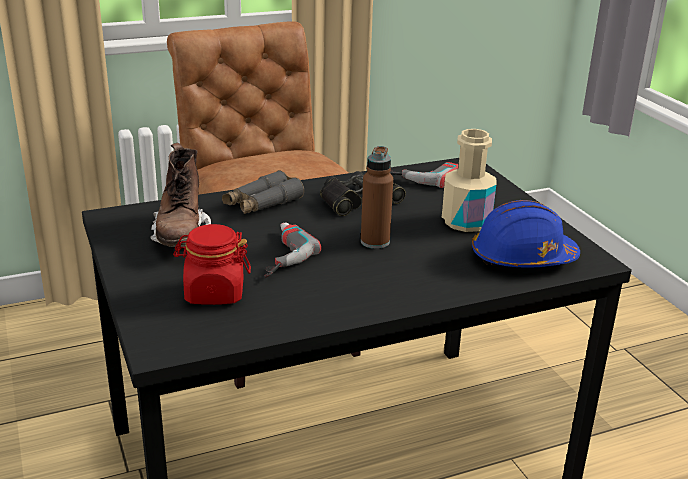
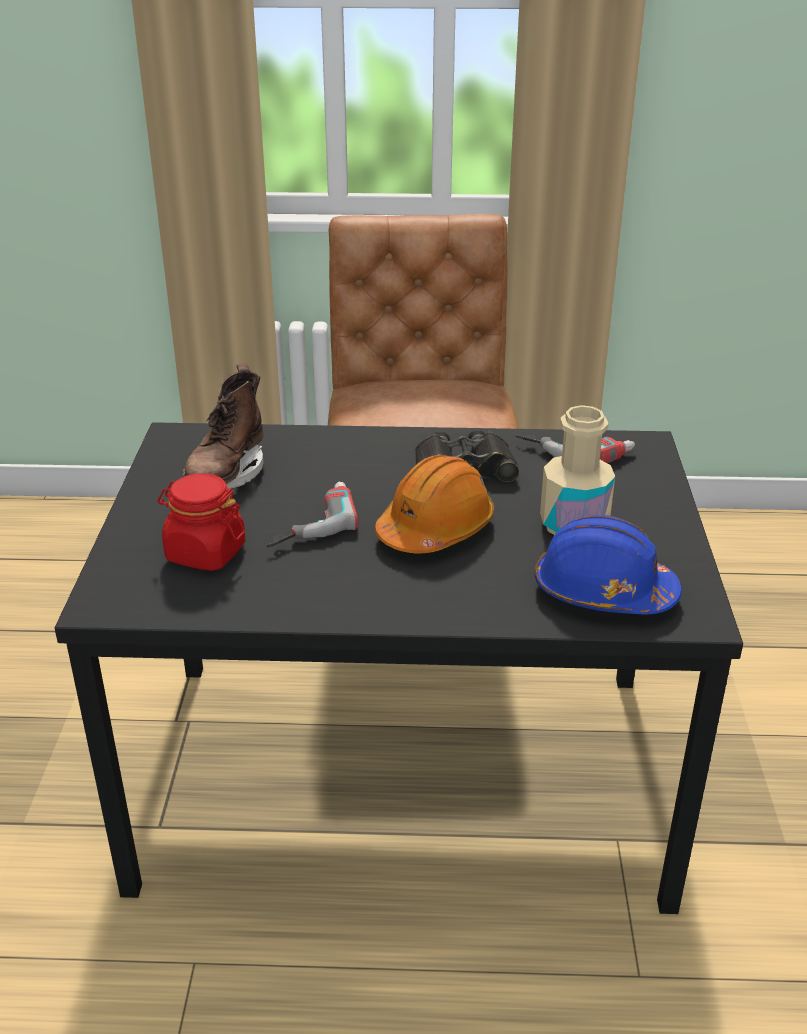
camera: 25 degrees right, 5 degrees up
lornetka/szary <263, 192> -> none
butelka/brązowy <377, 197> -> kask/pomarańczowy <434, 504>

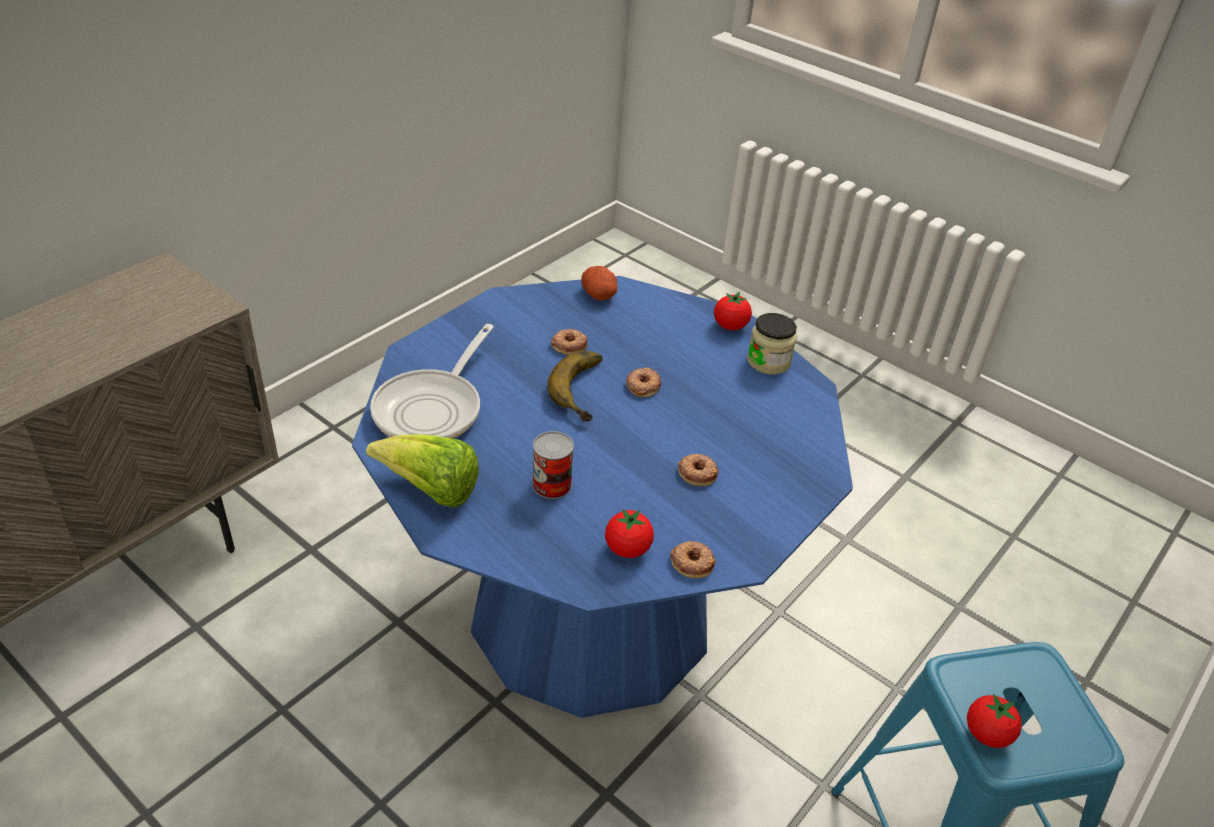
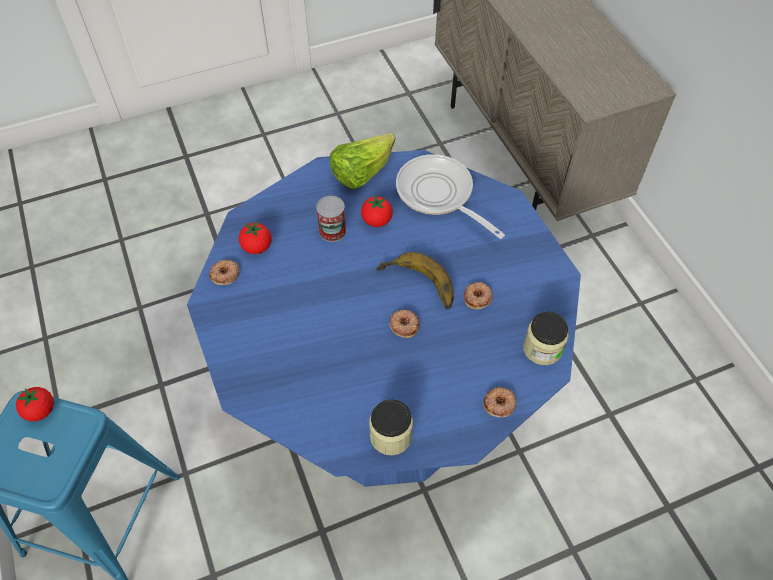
camera: 120 degrees right, 15 degrees up
donut <698, 470> -> donut <500, 402>, moved
pomidor <733, 310> -> pomidor <377, 211>, moved
ziemniak <599, 283> -> słoik <546, 338>

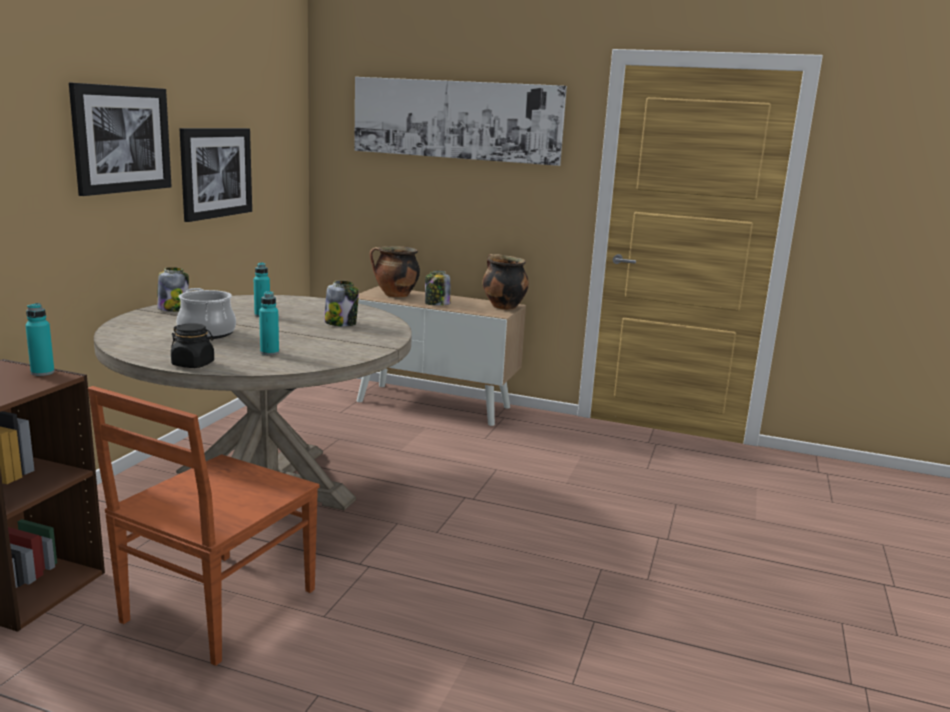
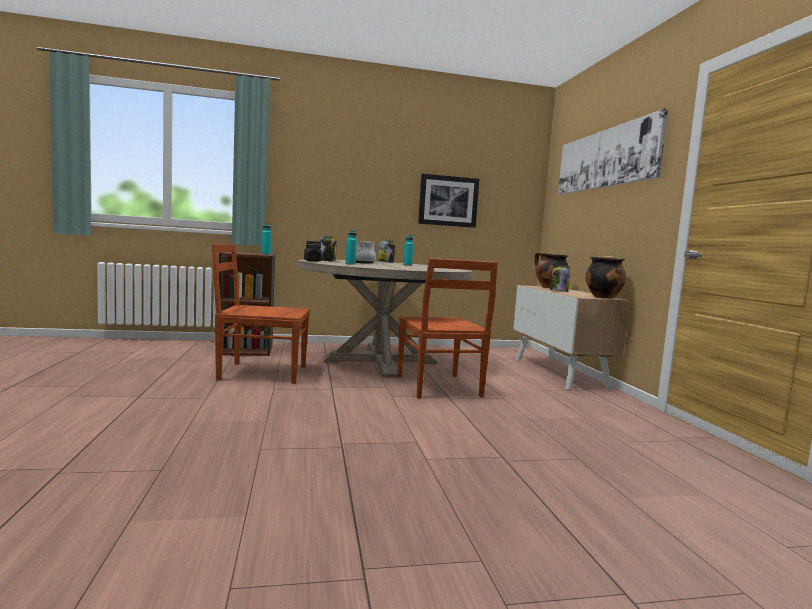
camera: 60 degrees right, 10 degrees down
obraz <120, 139> -> none
none -> krzesło/brązowy <448, 328>
słoik <341, 303> -> słoik <328, 248>, moved

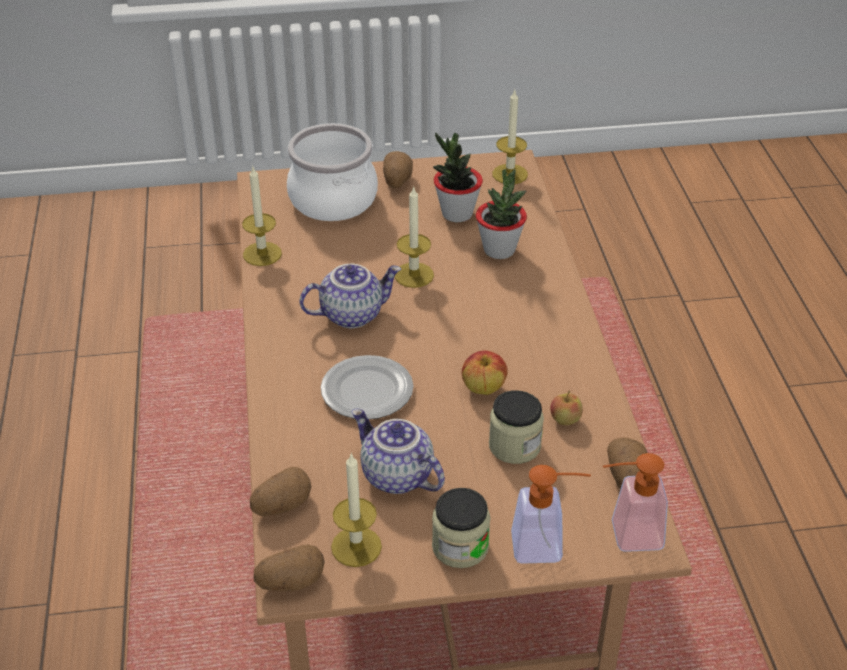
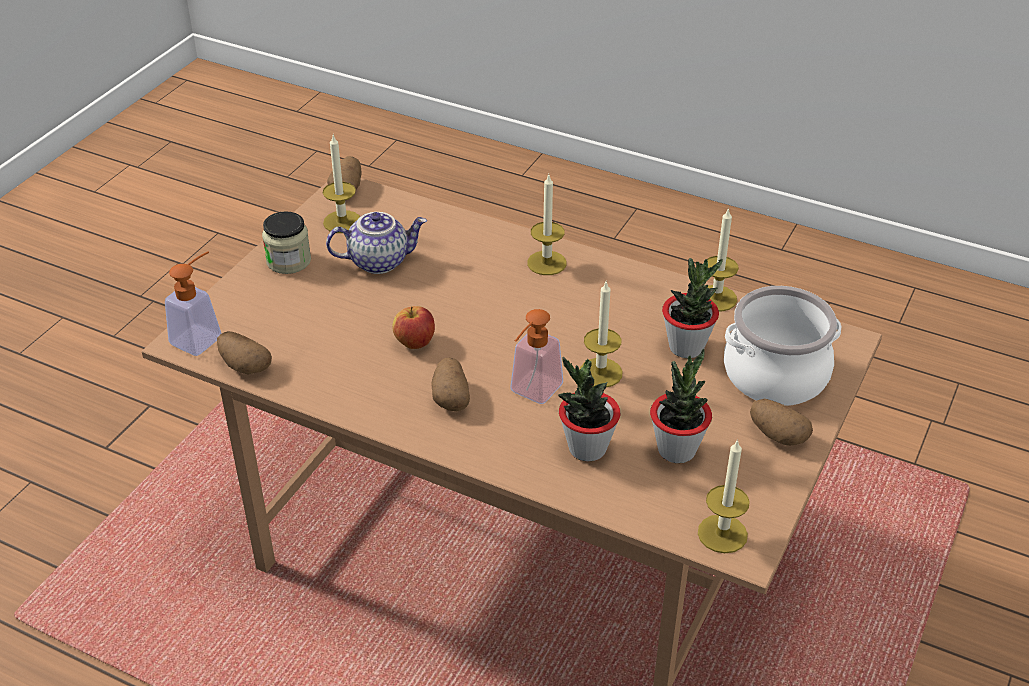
camera: 125 degrees right, 0 degrees up
imbryk <350, 296> -> none
talerz <367, 387> -> none
słoik <516, 427> -> none
jabłko <566, 408> -> none
none -> świeca <547, 224>
none -> roślina doniczkowa <692, 308>
ziemniak <280, 491> -> ziemniak <451, 384>, moved
dozownik mydła <551, 514> -> dozownik mydła <536, 356>, moved

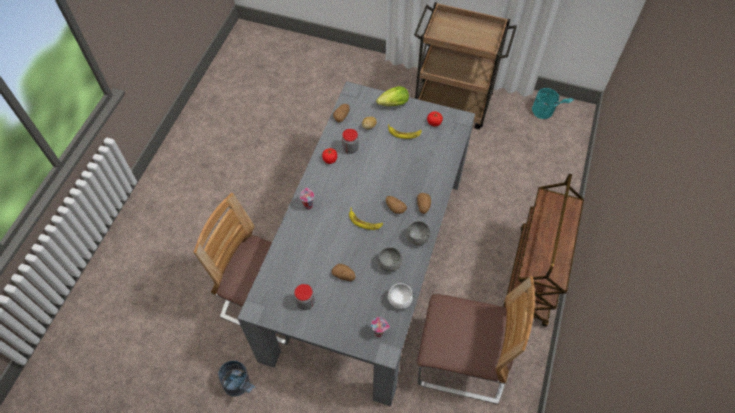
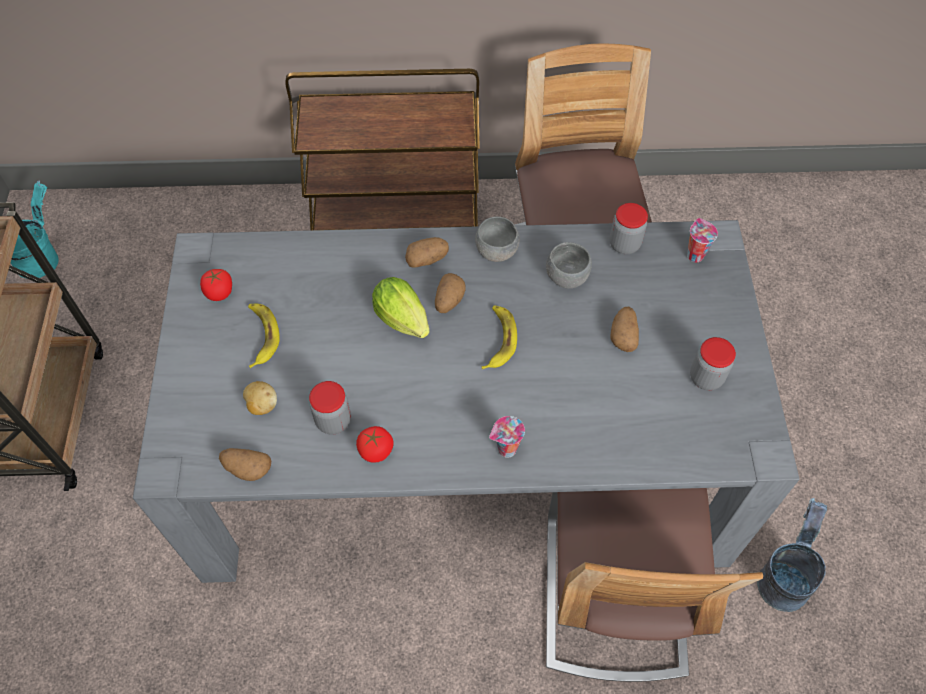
camera: 110 degrees left, 0 degrees up
sałata <392, 96> -> sałata <401, 307>, moved
miska/biały <400, 296> -> słoik <629, 228>

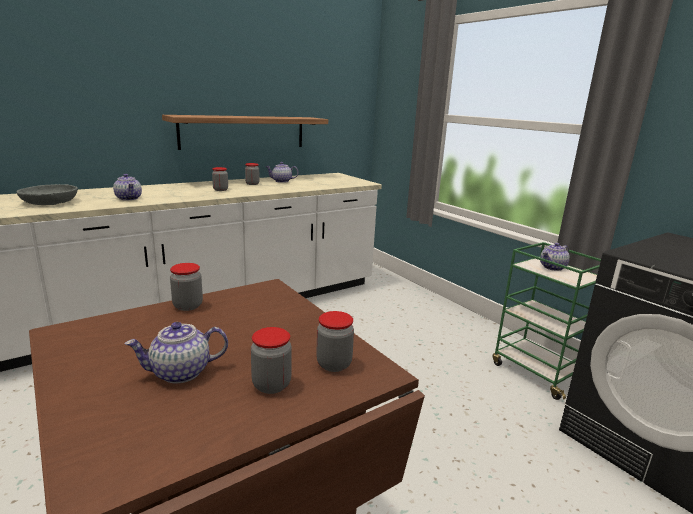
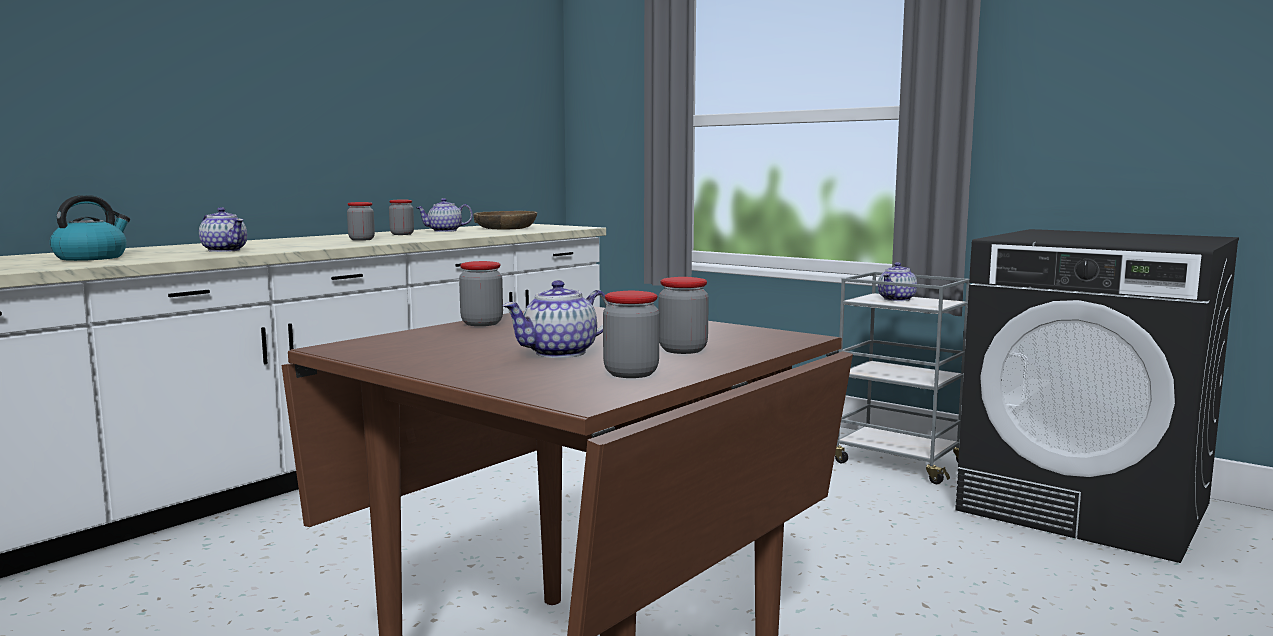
camera: 15 degrees left, 10 degrees down
półka <245, 132> -> none
none -> miska/brązowy <505, 220>
słoik <335, 341> -> słoik <631, 334>, moved
miska/szary <47, 194> -> czajnik <90, 228>
wózek/zielony <546, 321> -> wózek/szary <902, 378>

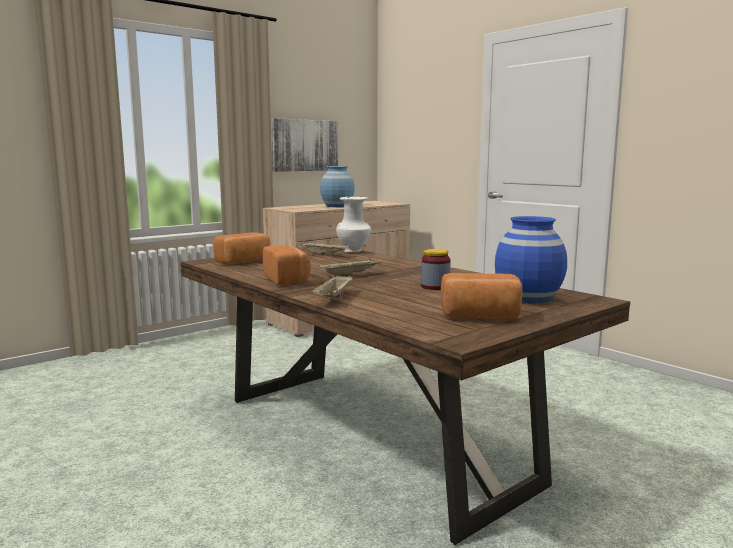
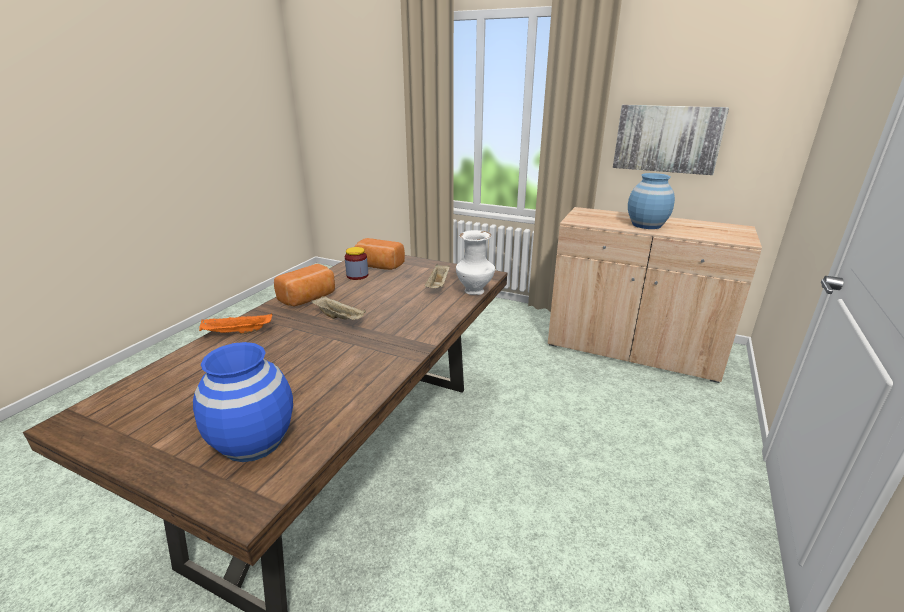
camera: 65 degrees right, 15 degrees up
chleb <481, 296> -> none
słoik <435, 269> -> słoik <356, 263>, moved
taca/beżowy <332, 285> -> taca/pomarańczowy <235, 323>

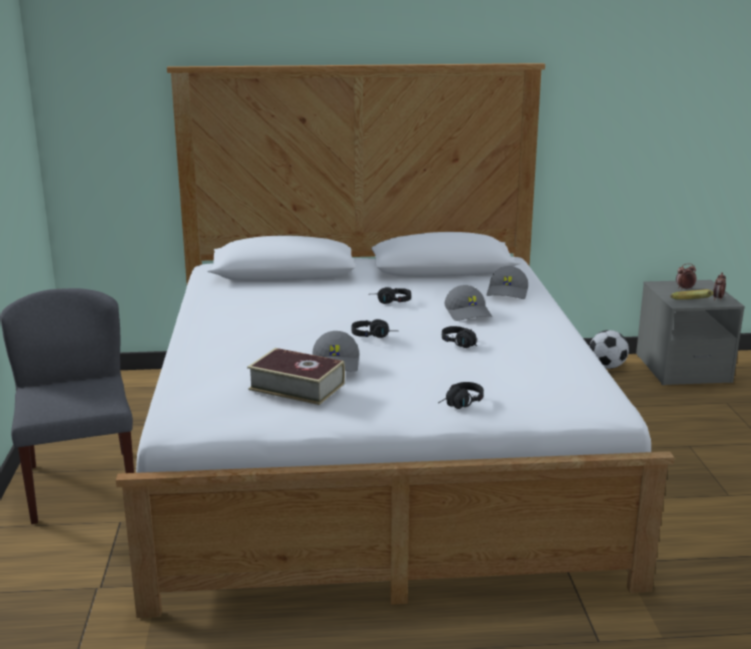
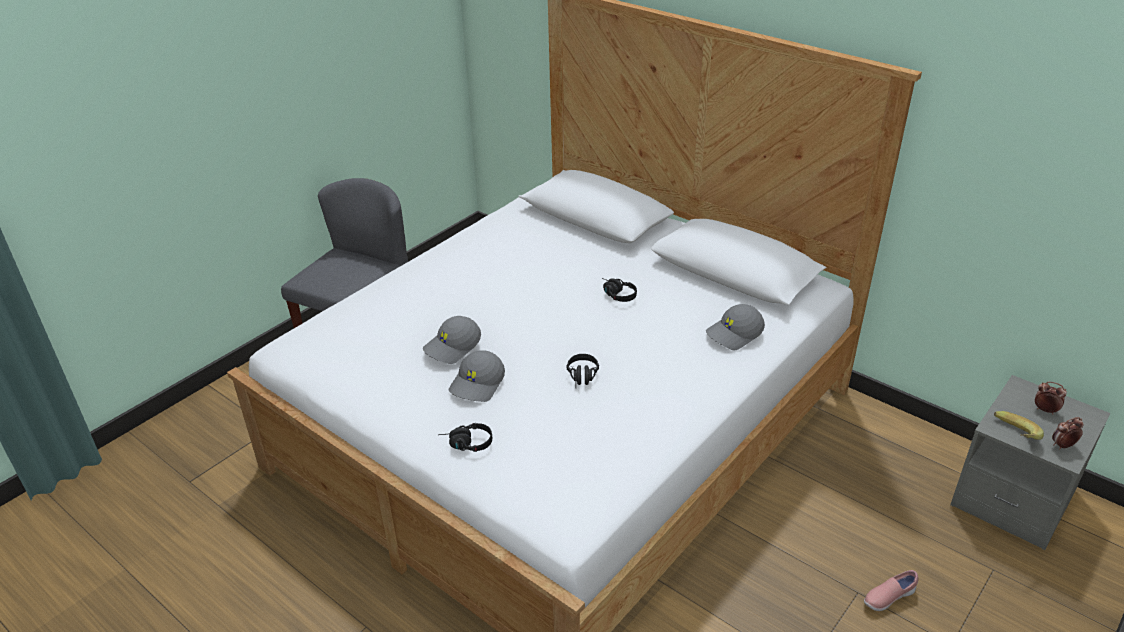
camera: 45 degrees right, 15 degrees up
książka <296, 376> -> none
słuchawki/czarny <370, 328> -> none
piłka futbolowa <609, 349> -> none
none -> but/różowy <891, 590>
czapka z daszkiem/szary <469, 303> -> czapka z daszkiem/szary <476, 376>, moved

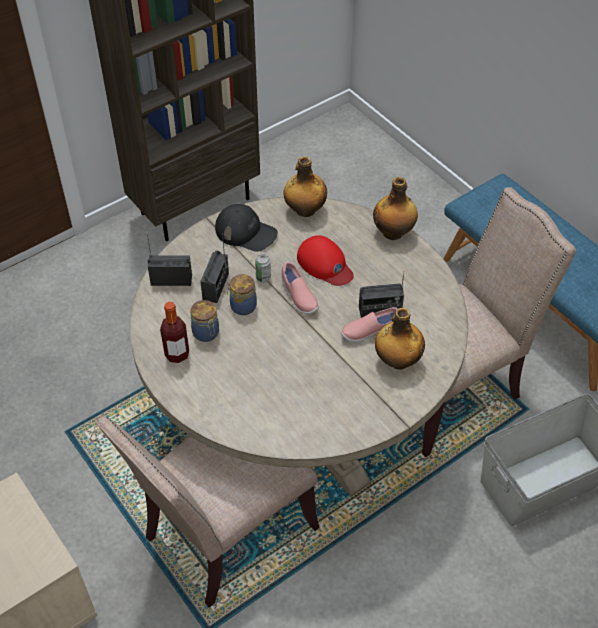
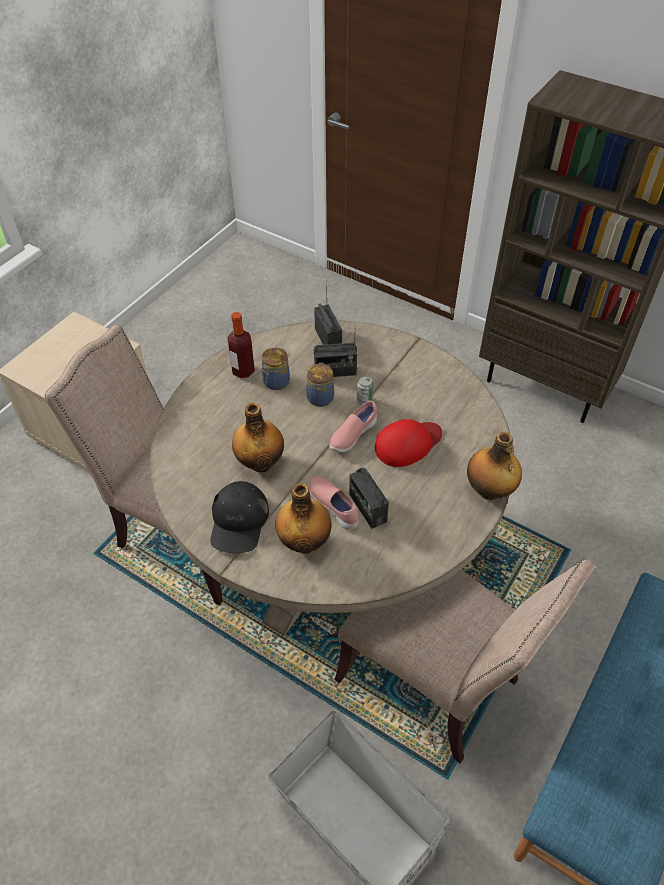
camera: 70 degrees right, 0 degrees up
czapka z daszkiem/czarny <246, 228> -> czapka z daszkiem/czarny <239, 517>, moved
butelka <305, 186> -> butelka <258, 437>, moved
czapka z daszkiem/czerwony <325, 260> -> czapka z daszkiem/czerwony <408, 443>, 150 degrees counterclockwise

